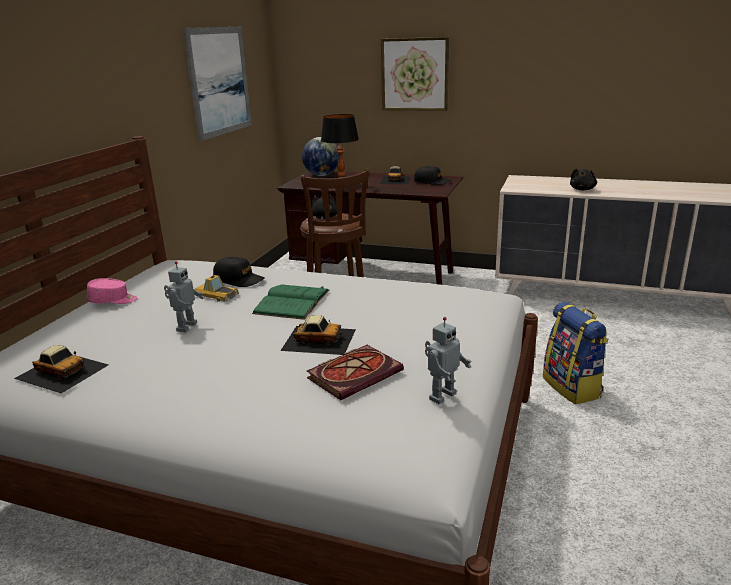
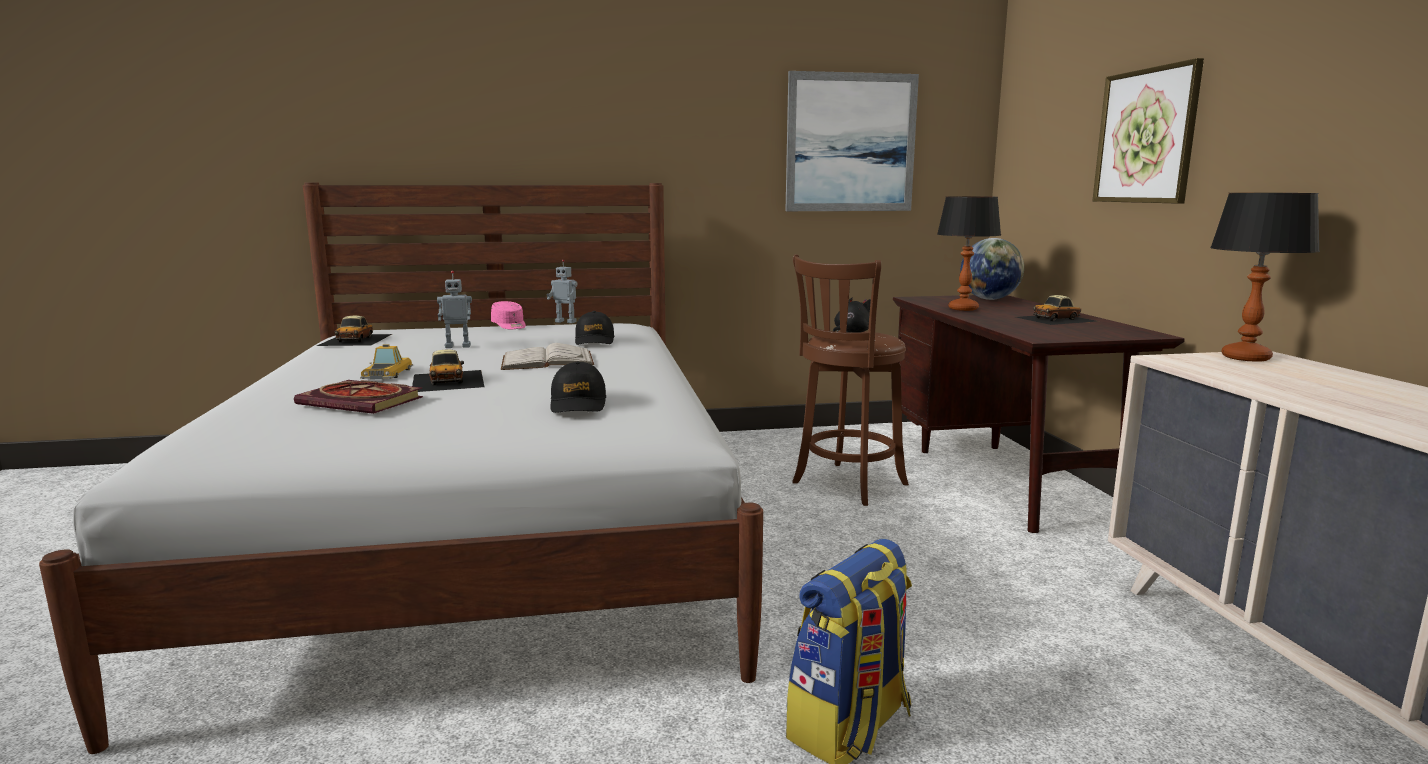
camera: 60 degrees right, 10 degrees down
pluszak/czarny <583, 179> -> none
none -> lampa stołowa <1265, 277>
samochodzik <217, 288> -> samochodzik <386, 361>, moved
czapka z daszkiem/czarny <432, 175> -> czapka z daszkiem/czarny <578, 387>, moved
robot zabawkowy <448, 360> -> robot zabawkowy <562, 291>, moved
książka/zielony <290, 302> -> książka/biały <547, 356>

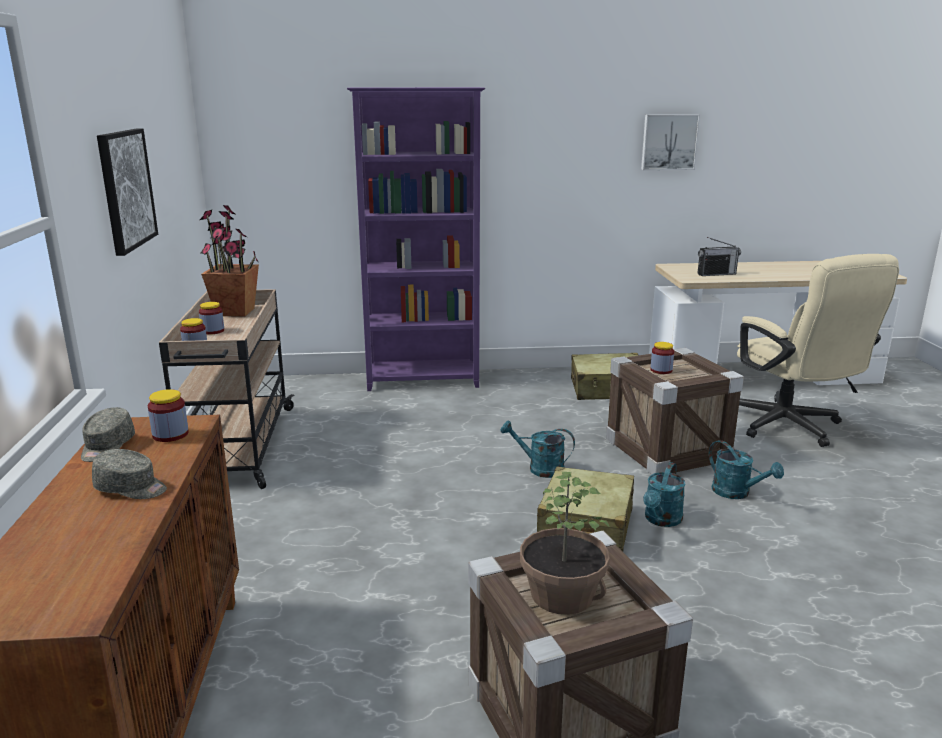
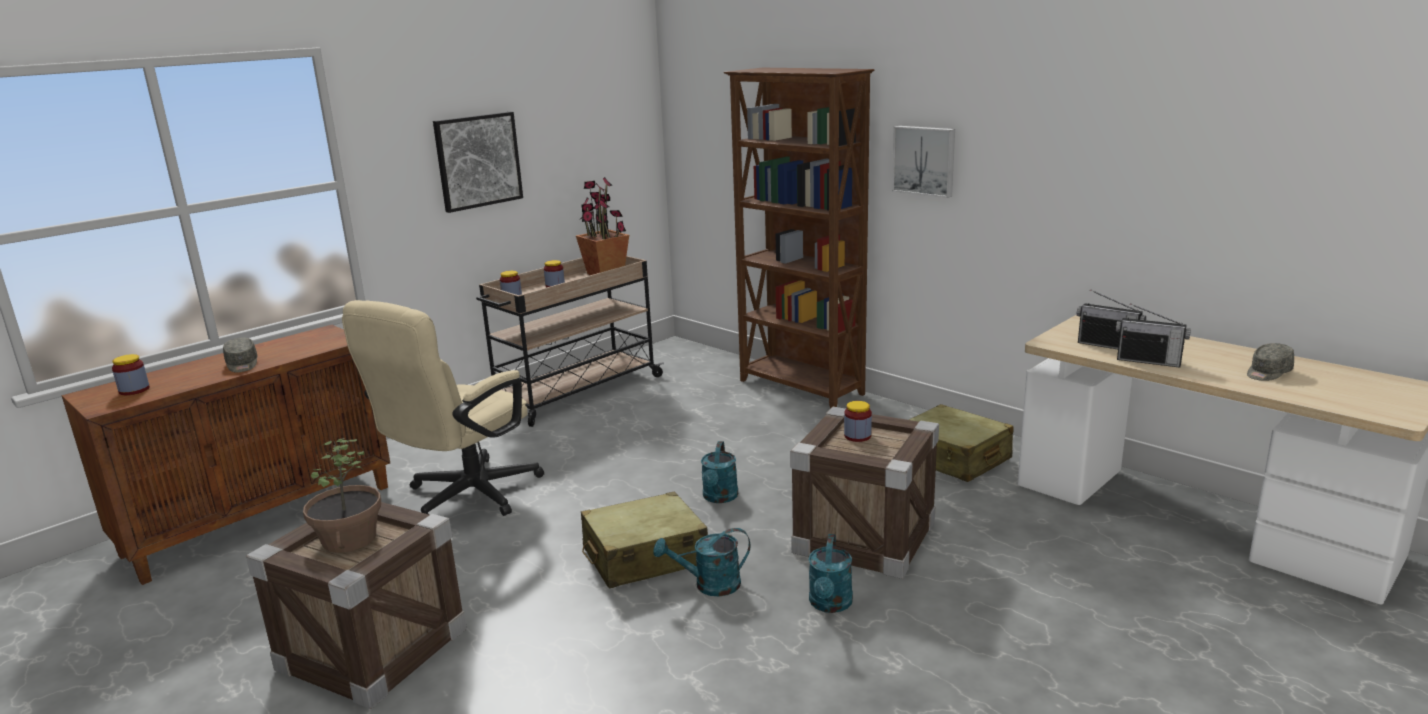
camera: 50 degrees right, 0 degrees up
none -> radio <1153, 335>
czapka z daszkiem/szary <108, 434> -> czapka z daszkiem/szary <1270, 362>, moved
słoik <168, 415> -> słoik <131, 374>, moved
obraz <670, 142> -> obraz <923, 162>, moved
krzesło biurowe/beżowy <818, 350> -> krzesło biurowe/beżowy <443, 408>, moved
regał/fioletowy <416, 239> -> regał/brązowy <799, 238>
konewka/turkusowy <537, 449> -> konewka/turkusowy <719, 472>, 150 degrees counterclockwise

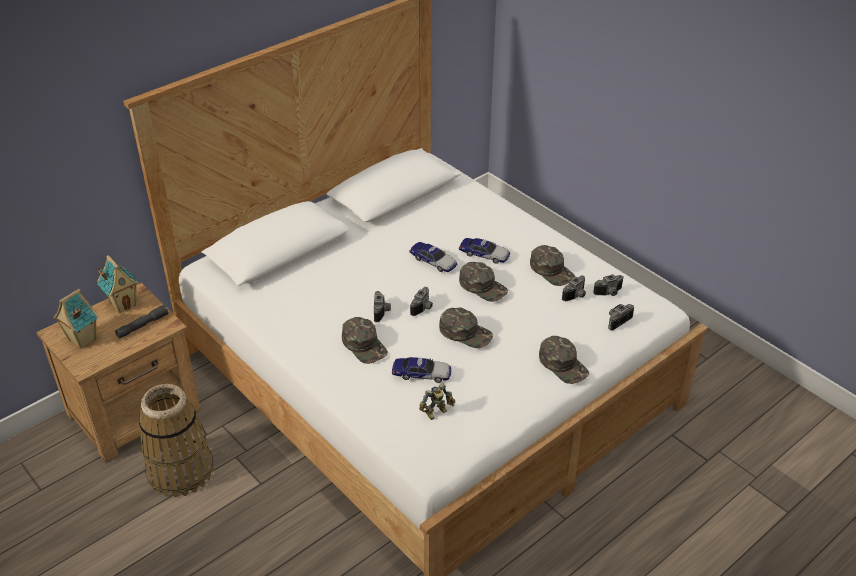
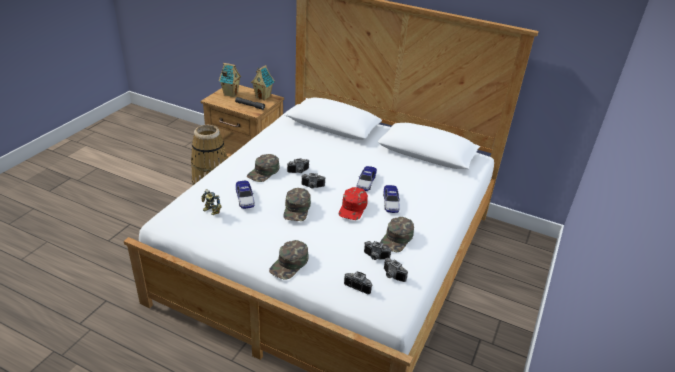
camera: 65 degrees right, 5 degrees down
czapka z daszkiem/zielony <483, 282> -> czapka z daszkiem/czerwony <353, 203>

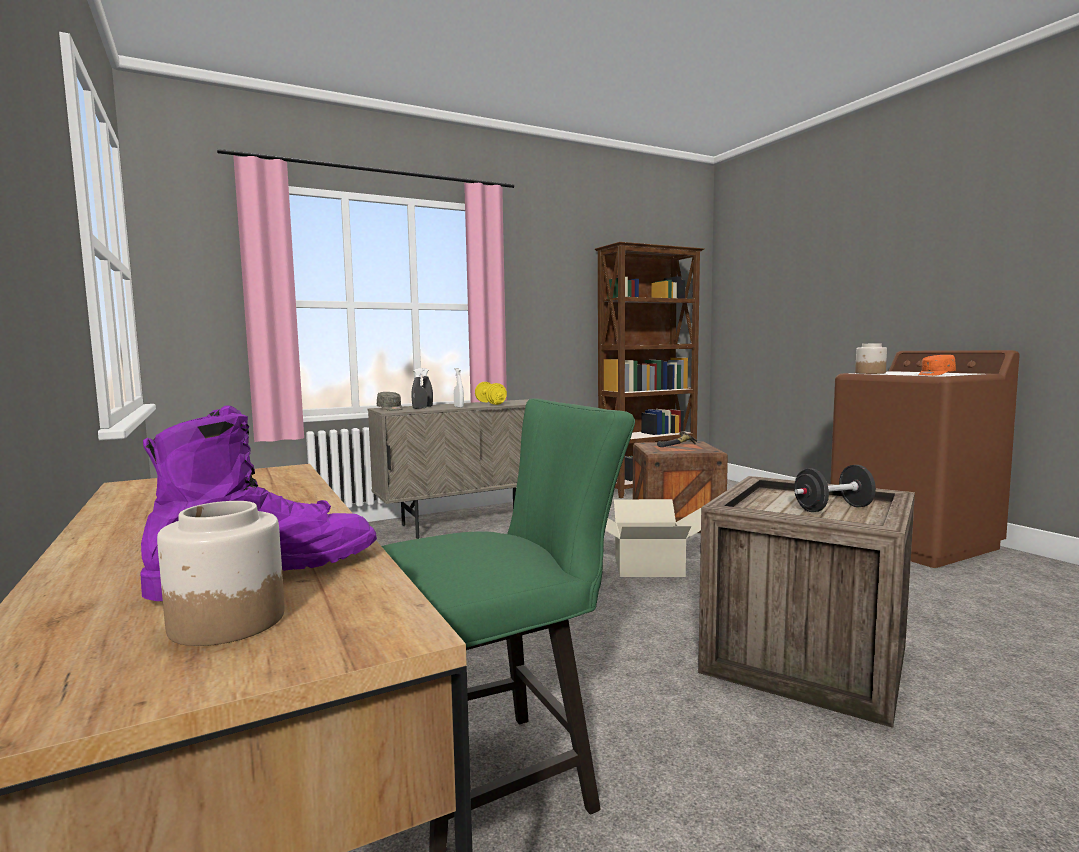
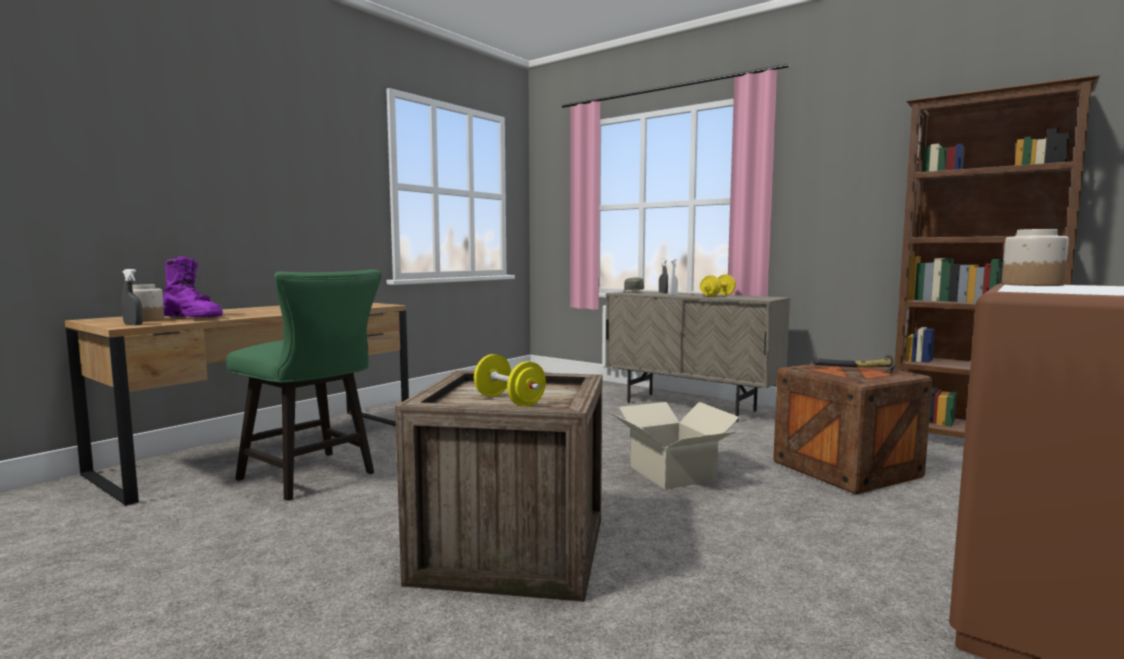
camera: 65 degrees right, 0 degrees up
czapka z daszkiem/pomarańczowy <937, 365> -> none
spryskiwacz/szary <420, 389> -> spryskiwacz/szary <132, 297>, moved
hantel/czarny <835, 488> -> hantel/żółty <510, 380>

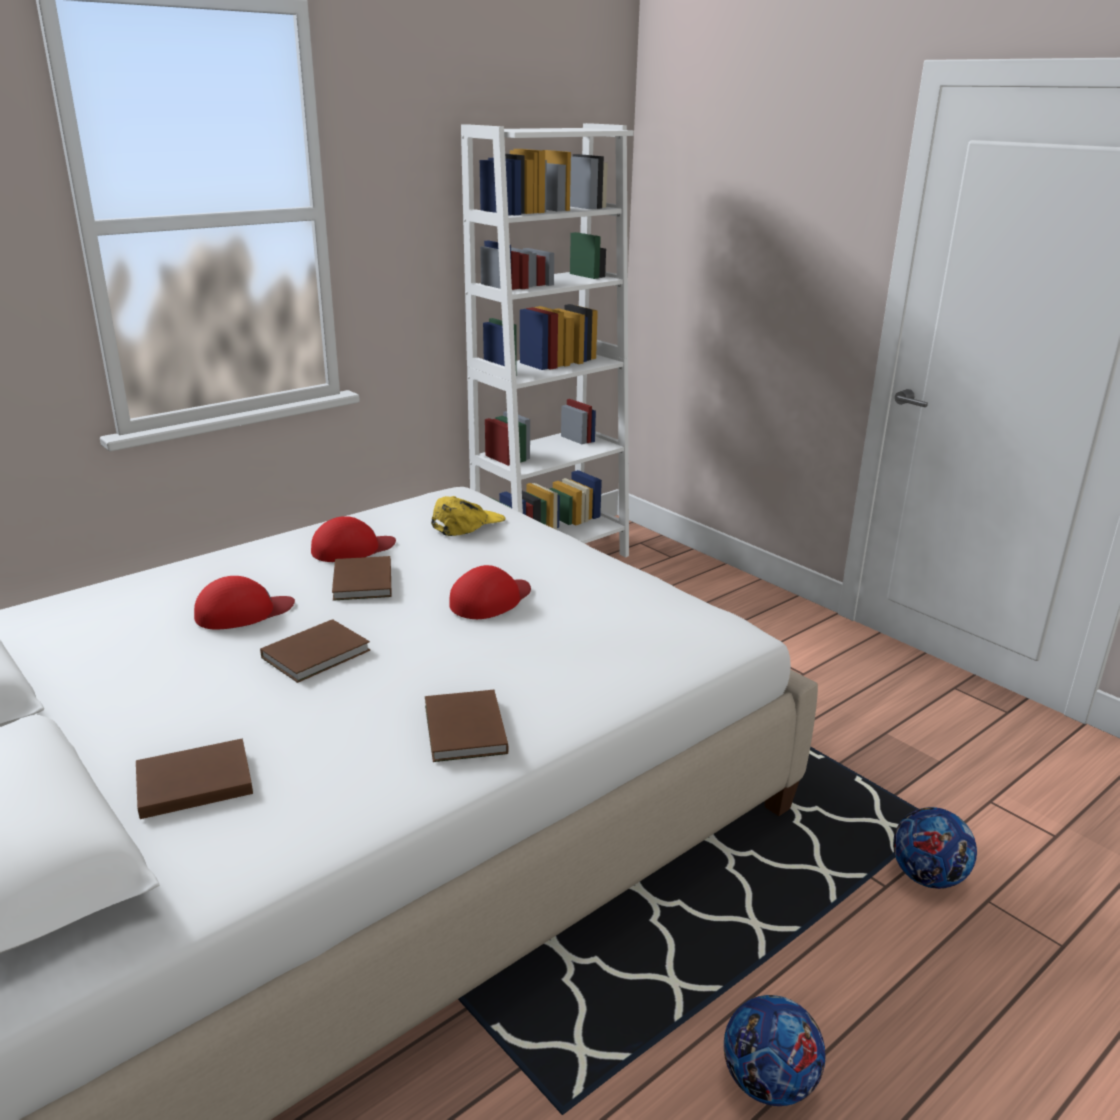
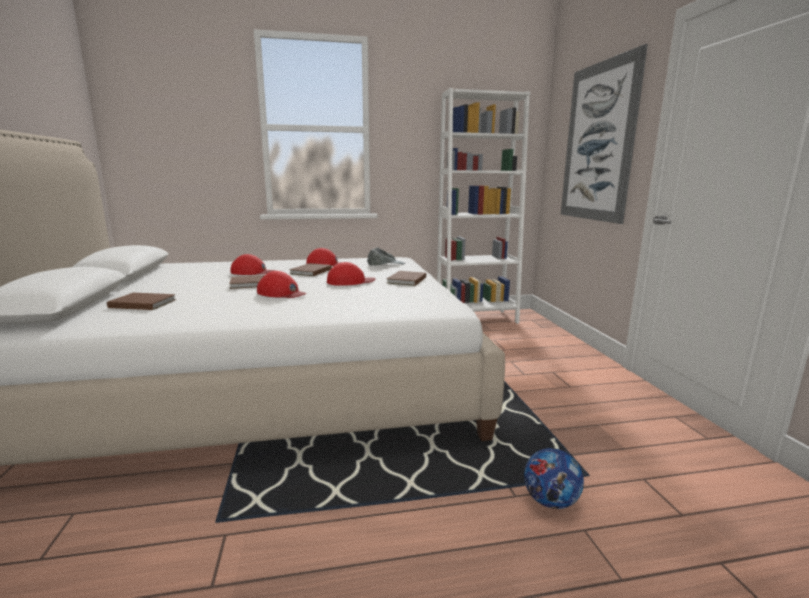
camera: 30 degrees right, 10 degrees down
piłka futbolowa <775, 1050> -> none
none -> czapka z daszkiem/czerwony <282, 284>
none -> obraz <604, 134>
książka/brązowy <466, 726> -> książka/brązowy <406, 278>, moved
czapka z daszkiem/żółty <468, 516> -> czapka z daszkiem/szary <386, 256>

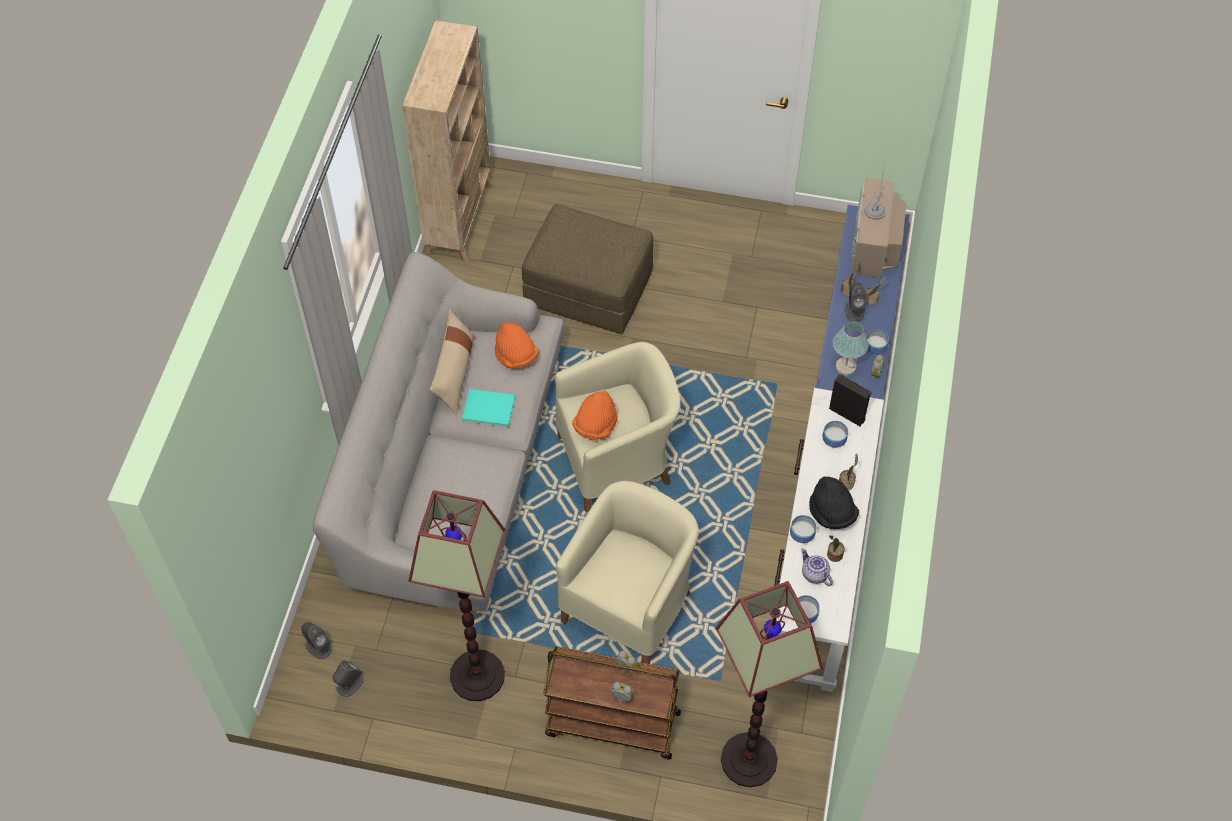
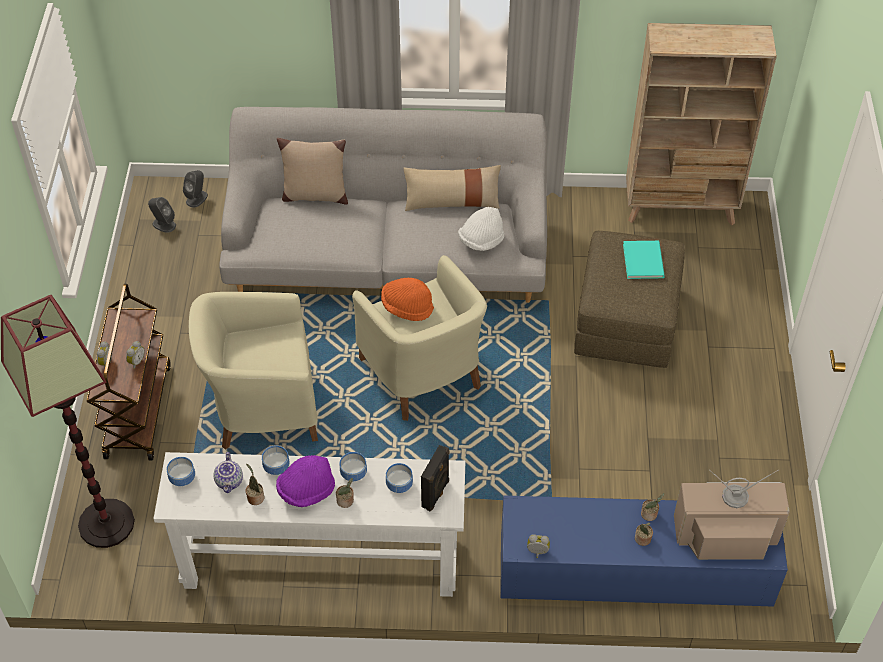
camera: 80 degrees right, 5 degrees down
lampa stojąca <456, 595> -> none
lampa stołowa <851, 348> -> none
głośnik/szary <856, 302> -> none
none -> poduszka/beżowy <312, 171>
książka/turkusowy <488, 408> -> książka/turkusowy <644, 260>, moved
miska <877, 341> -> miska <353, 466>, moved
kapelusz/pomarańczowy <517, 345> -> kapelusz/biały <481, 229>
kapelusz/czarny <834, 502> -> kapelusz/fioletowy <305, 481>
fotel/beżowy <627, 572> -> fotel/beżowy <253, 371>, 150 degrees clockwise
imbryk <817, 567> -> imbryk <228, 472>, 135 degrees clockwise

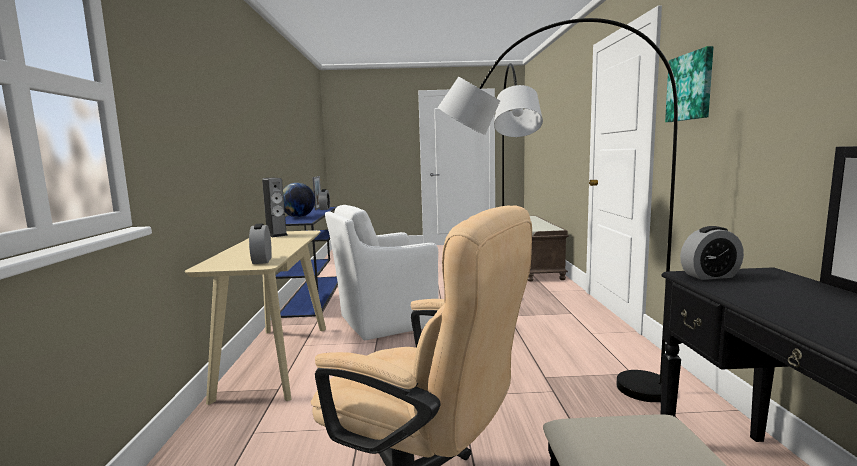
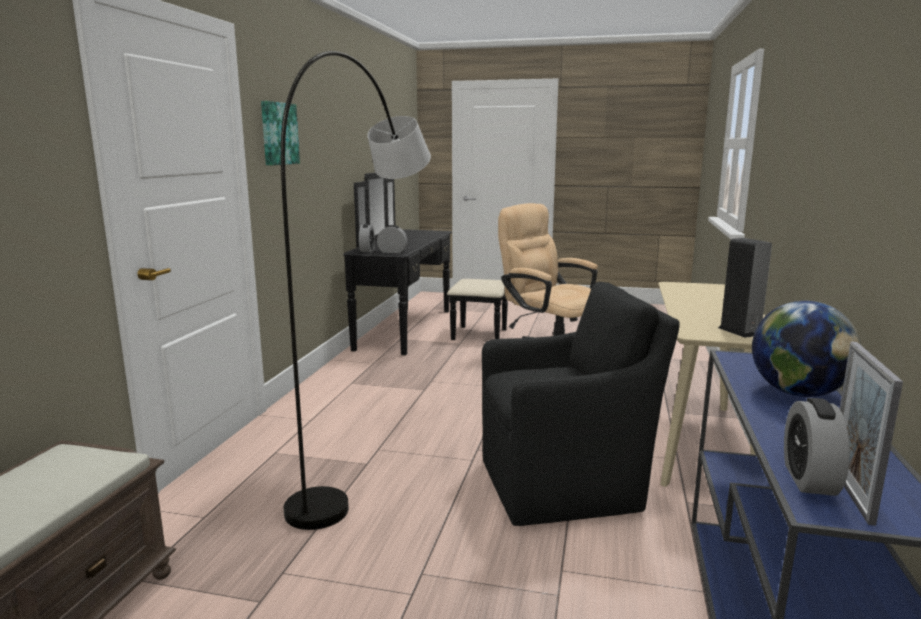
camera: 165 degrees left, 5 degrees up
lampa stojąca/szary <558, 210> -> none
budzik <260, 243> -> budzik <367, 238>, moved
fotel/biały <381, 272> -> fotel/czarny <581, 404>

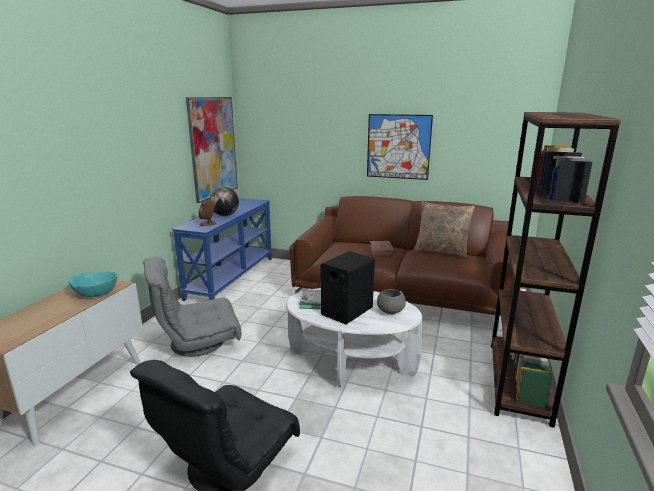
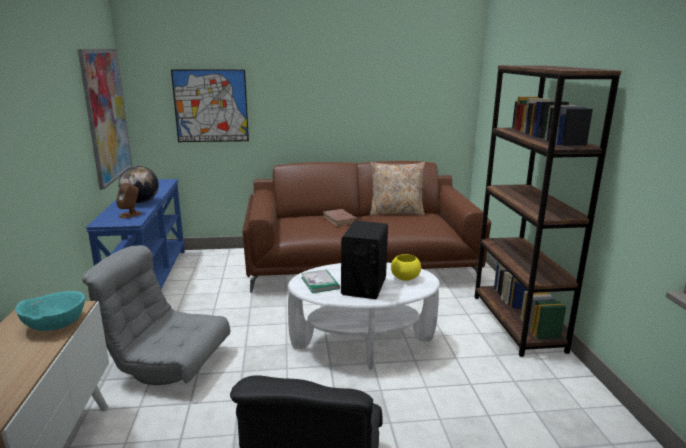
camera: 25 degrees left, 0 degrees up
obraz <400, 147> -> obraz <210, 105>, moved
miska/szary <391, 301> -> miska/żółty <406, 267>
fotel/szary <192, 307> -> fotel/szary <156, 315>, 60 degrees clockwise

